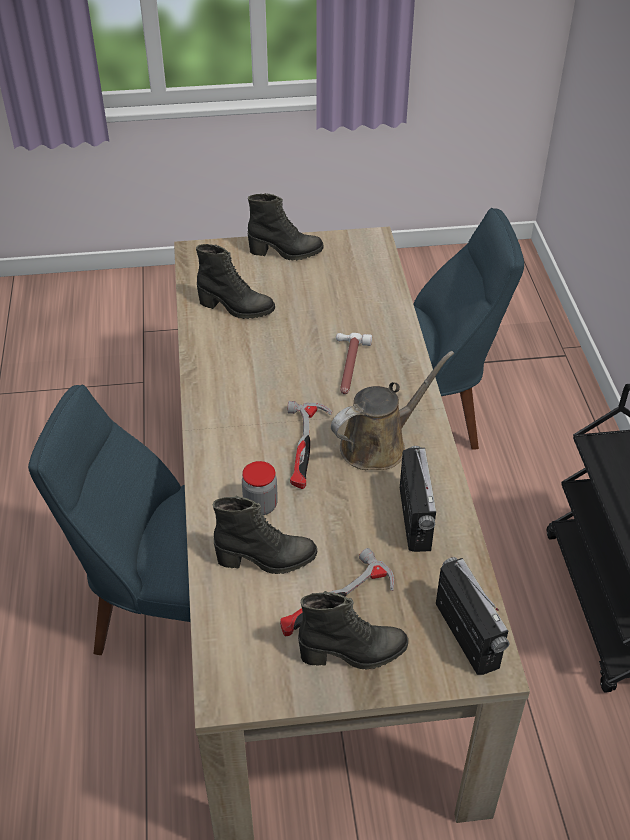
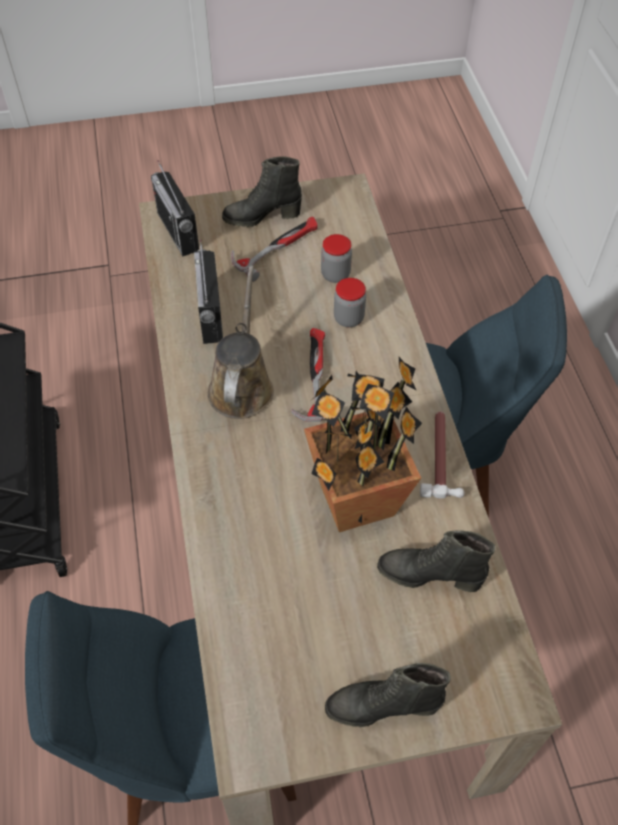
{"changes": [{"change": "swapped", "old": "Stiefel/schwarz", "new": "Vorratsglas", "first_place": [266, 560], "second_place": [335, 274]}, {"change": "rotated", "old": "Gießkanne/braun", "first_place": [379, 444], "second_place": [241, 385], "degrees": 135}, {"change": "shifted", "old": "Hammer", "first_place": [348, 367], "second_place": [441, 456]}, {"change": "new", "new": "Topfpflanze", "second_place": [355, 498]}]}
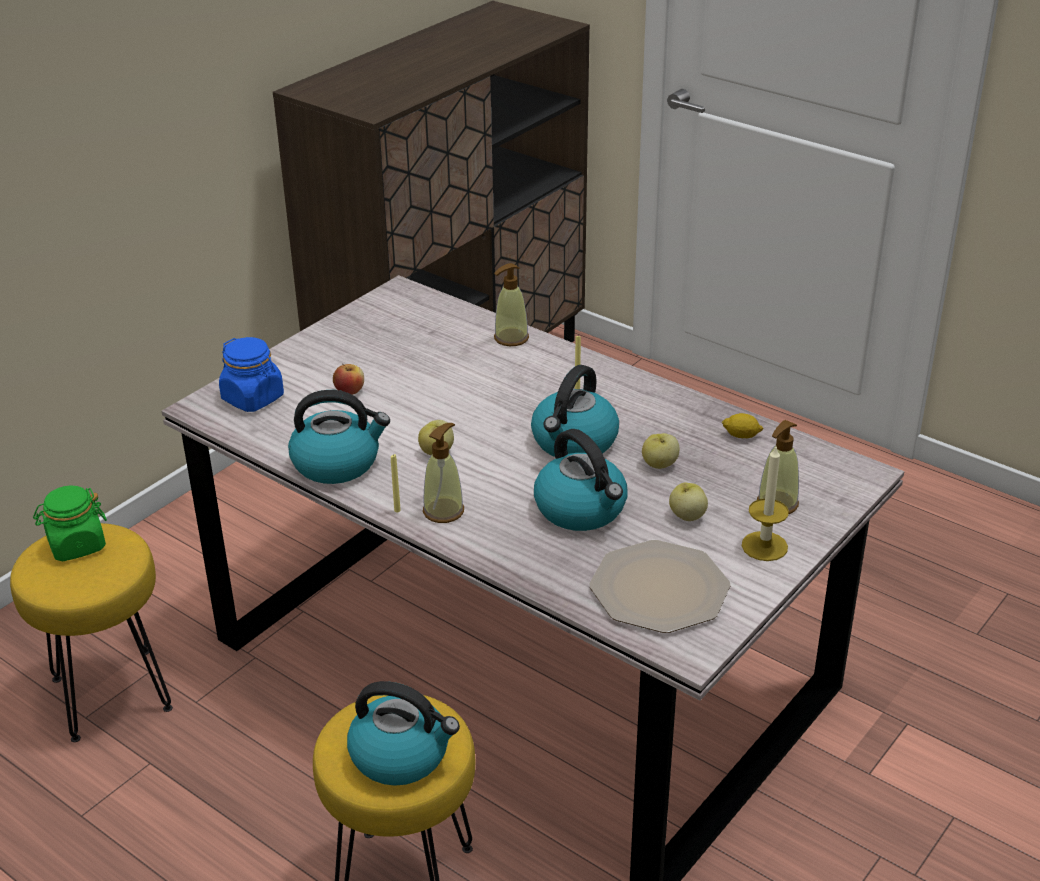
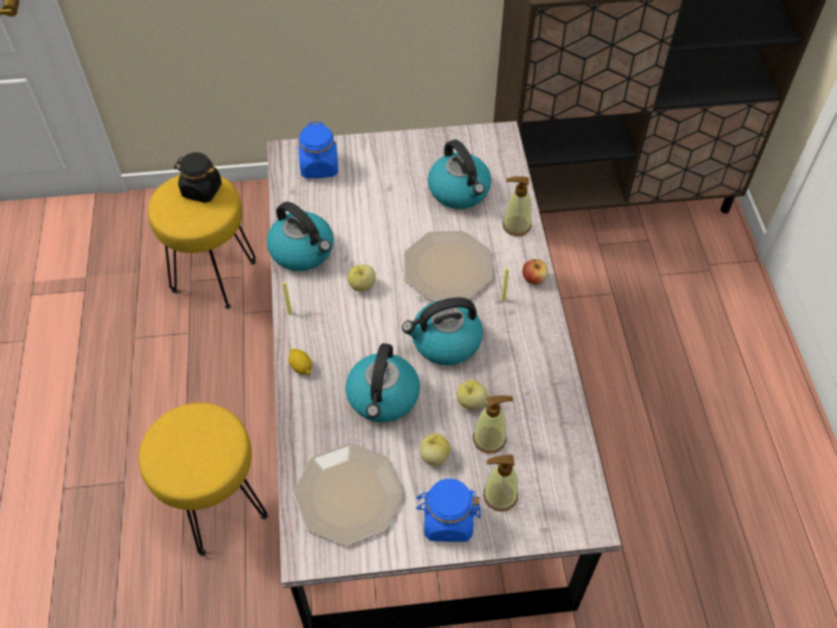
{"changes": [{"change": "repainted", "old": "Vorratsglas/grün", "new": "Vorratsglas/schwarz", "first_place": [76, 545], "second_place": [201, 190]}, {"change": "shifted", "old": "Apfel", "first_place": [349, 391], "second_place": [534, 279]}, {"change": "shifted", "old": "Wasserkessel", "first_place": [401, 755], "second_place": [460, 191]}, {"change": "shifted", "old": "Seifenspender", "first_place": [443, 511], "second_place": [489, 439]}, {"change": "shifted", "old": "Zitrone", "first_place": [741, 435], "second_place": [301, 367]}, {"change": "swapped", "old": "Kerze", "new": "Vorratsglas/blau", "first_place": [764, 546], "second_place": [447, 520]}, {"change": "new", "new": "Teller", "second_place": [447, 267]}]}
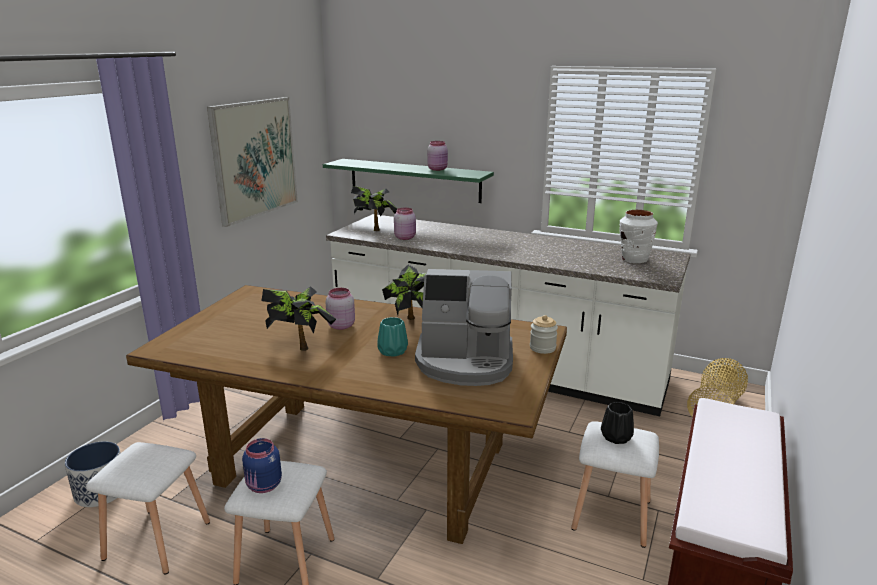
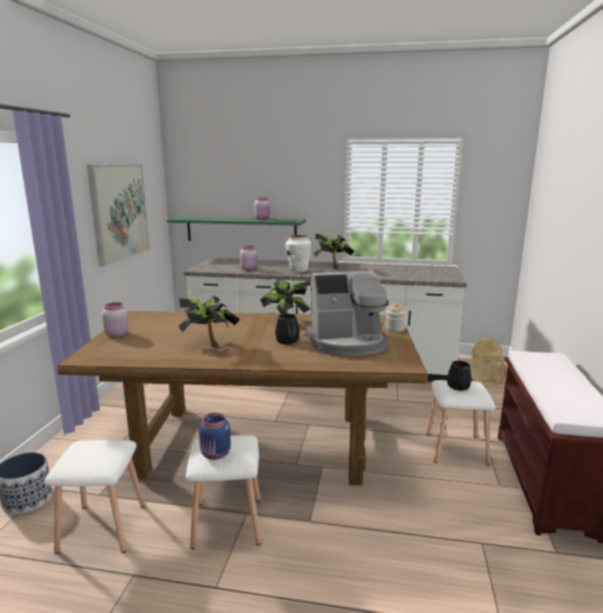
{"changes": [{"change": "shifted", "old": "Vorratsglas/rosa", "first_place": [340, 325], "second_place": [116, 334]}, {"change": "shifted", "old": "Topfpflanze", "first_place": [375, 228], "second_place": [332, 267]}, {"change": "repainted", "old": "Vase/türkis", "new": "Vase/schwarz", "first_place": [392, 351], "second_place": [287, 341]}, {"change": "shifted", "old": "Vase/weiß", "first_place": [634, 260], "second_place": [298, 270]}]}
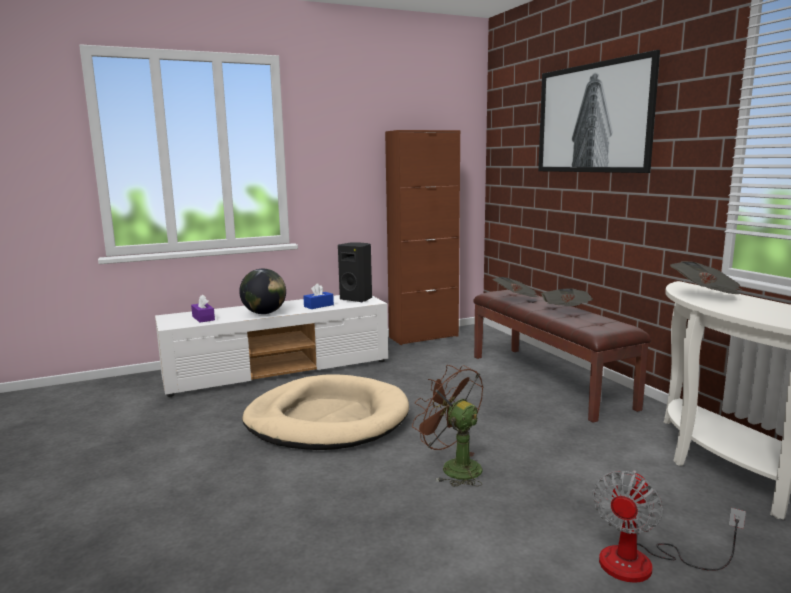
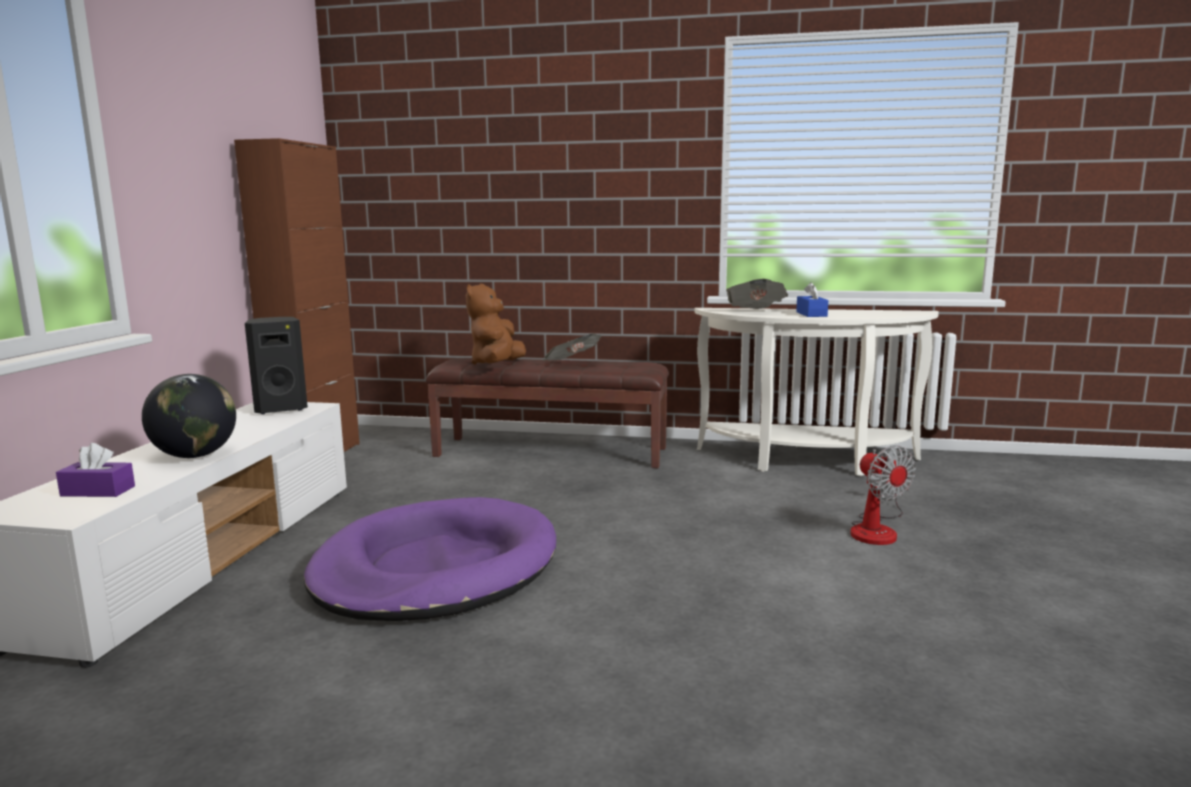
{"changes": [{"change": "repainted", "old": "Hundebett/beige", "new": "Hundebett/lila", "first_place": [327, 419], "second_place": [436, 568]}, {"change": "shifted", "old": "Taschentuchbox/blau", "first_place": [318, 306], "second_place": [811, 314]}, {"change": "gone", "old": "Ventilator/braun", "first_place": [453, 467]}, {"change": "swapped", "old": "Zeitung", "new": "Plüschtier/braun", "first_place": [517, 300], "second_place": [497, 365]}, {"change": "gone", "old": "Bild", "first_place": [594, 118]}]}
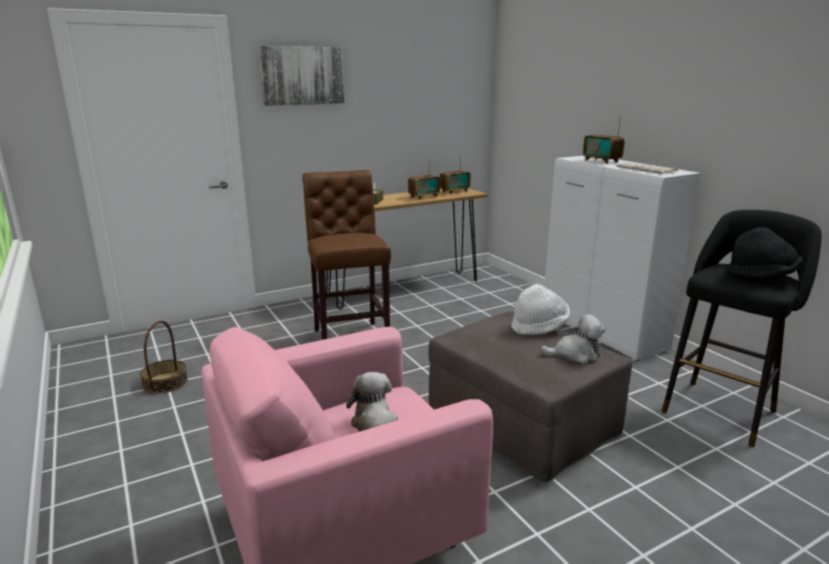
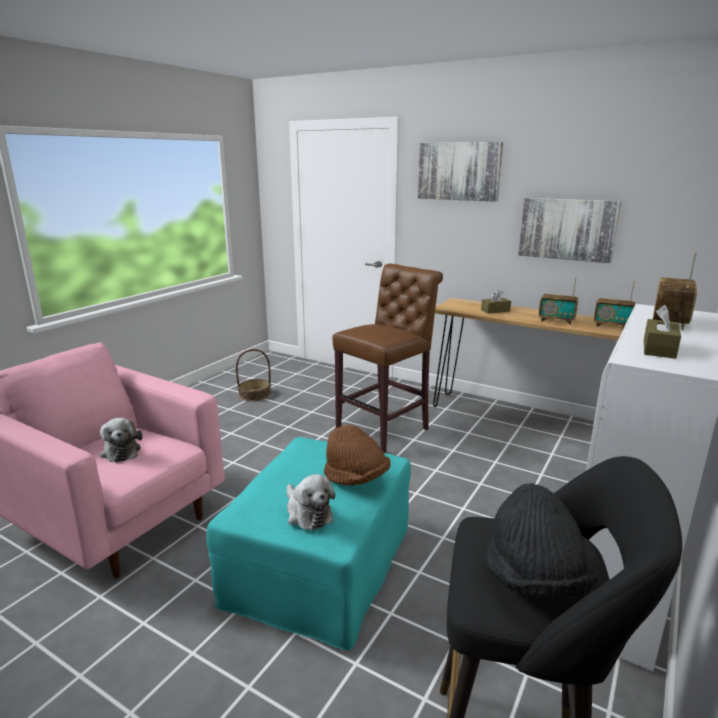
{"changes": [{"change": "rotated", "old": "Plüschtier", "first_place": [374, 425], "second_place": [121, 451], "degrees": 105}, {"change": "repainted", "old": "Polsterhocker/grau", "new": "Polsterhocker/türkis", "first_place": [520, 423], "second_place": [319, 566]}, {"change": "repainted", "old": "Hut/weiß", "new": "Hut/braun", "first_place": [539, 327], "second_place": [356, 478]}, {"change": "swapped", "old": "Zeitung", "new": "Taschentuchbox/braun", "first_place": [647, 169], "second_place": [659, 348]}, {"change": "new", "new": "Bild", "second_place": [567, 229]}]}
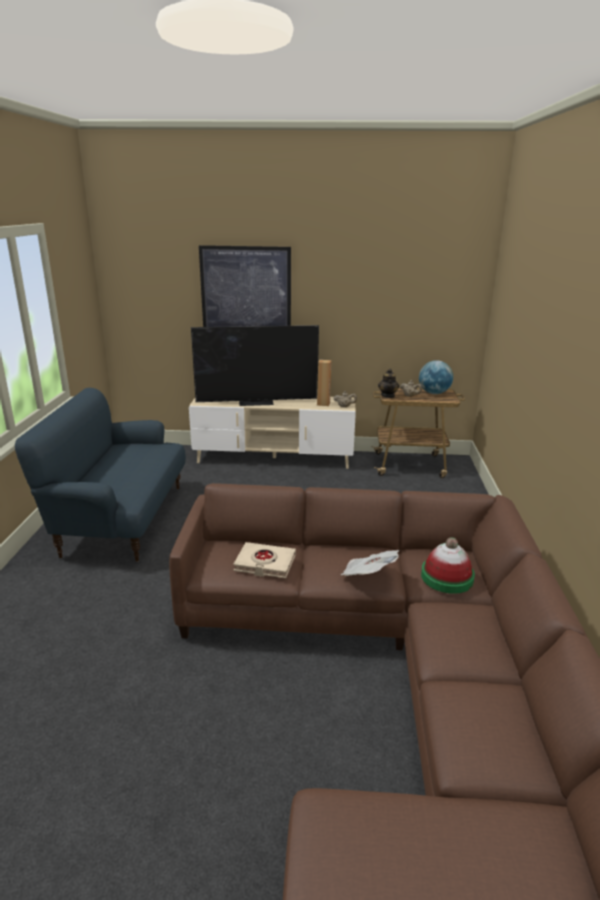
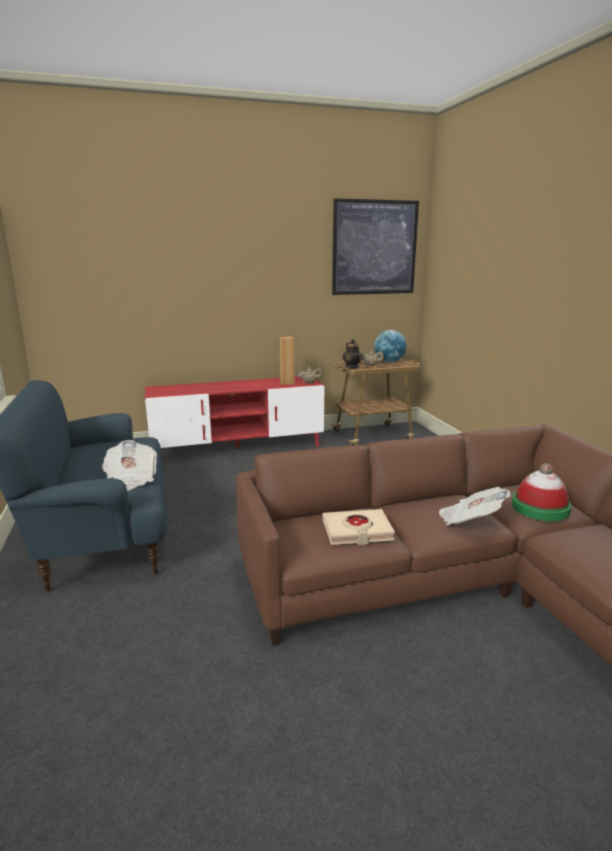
{"changes": [{"change": "repainted", "old": "Fernsehschrank/beige", "new": "Fernsehschrank/rot", "first_place": [274, 458], "second_place": [238, 447]}, {"change": "gone", "old": "Fernseher", "first_place": [257, 402]}, {"change": "shifted", "old": "Bild", "first_place": [246, 293], "second_place": [374, 248]}, {"change": "new", "new": "Zeitung", "second_place": [131, 479]}]}
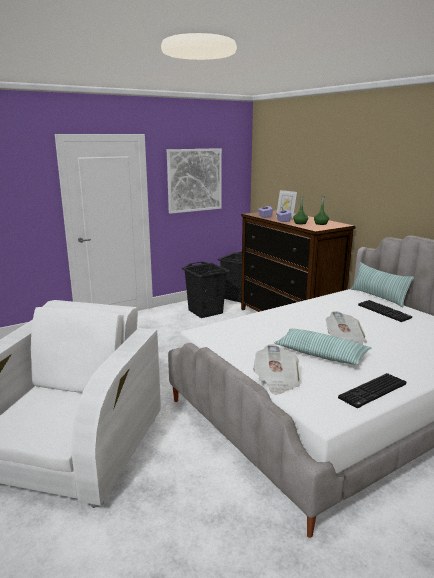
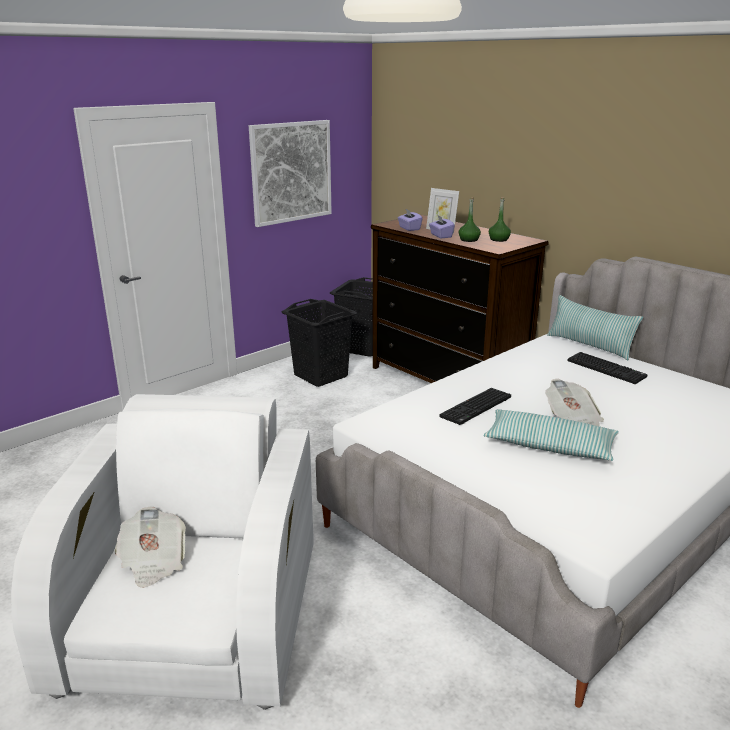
{"changes": [{"change": "shifted", "old": "Zeitung", "first_place": [276, 381], "second_place": [153, 562]}, {"change": "shifted", "old": "Tastatur", "first_place": [373, 392], "second_place": [476, 408]}]}
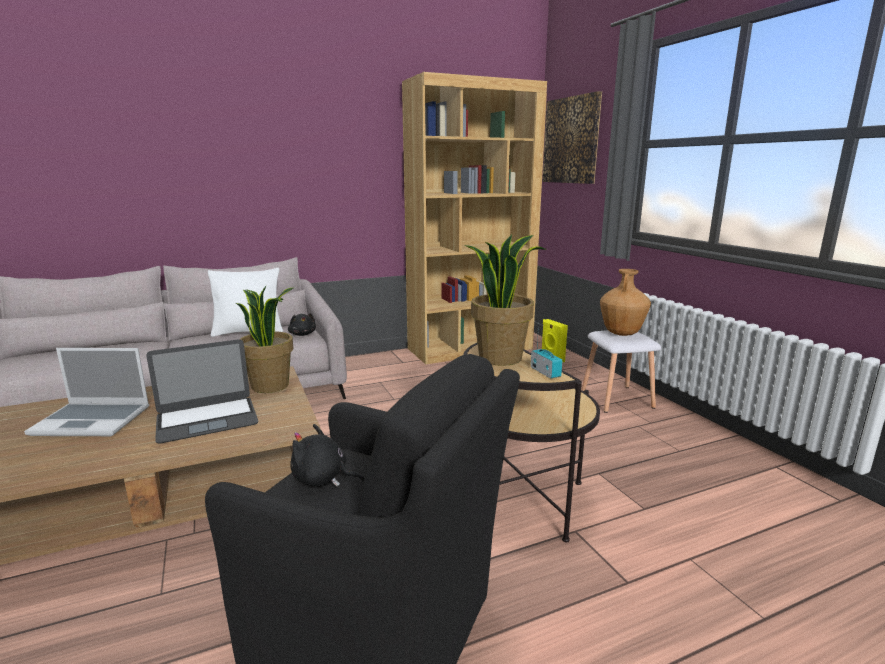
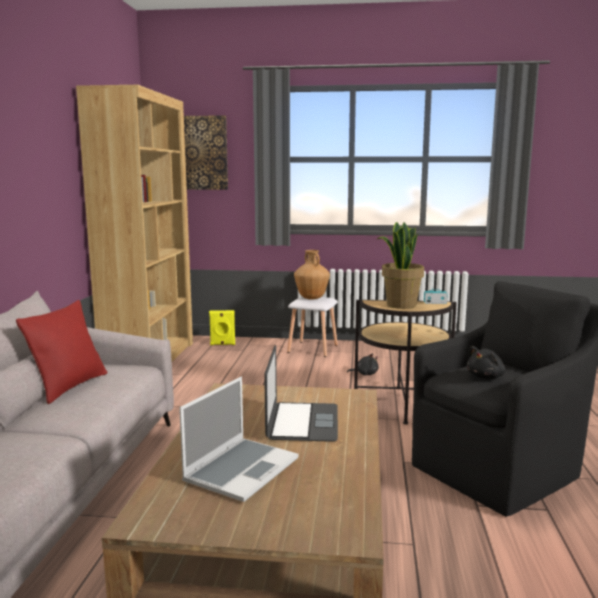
{"changes": [{"change": "repainted", "old": "Kissen/weiß", "new": "Kissen/rot", "first_place": [248, 332], "second_place": [69, 386]}, {"change": "gone", "old": "Topfpflanze", "first_place": [271, 385]}, {"change": "shifted", "old": "Plüschtier/schwarz", "first_place": [302, 334], "second_place": [365, 374]}]}
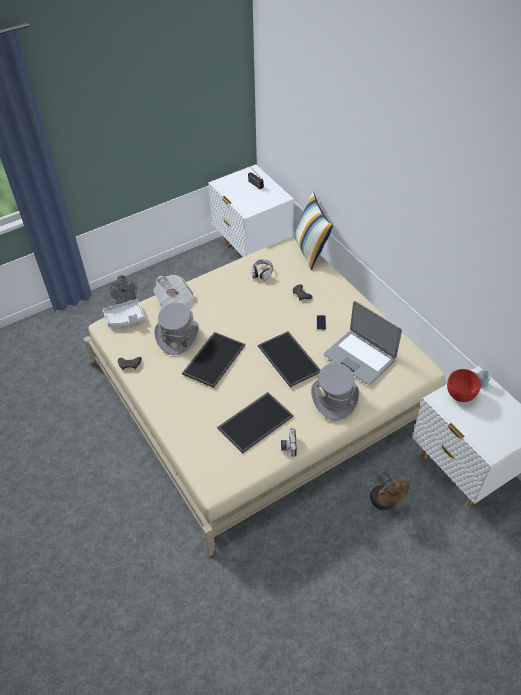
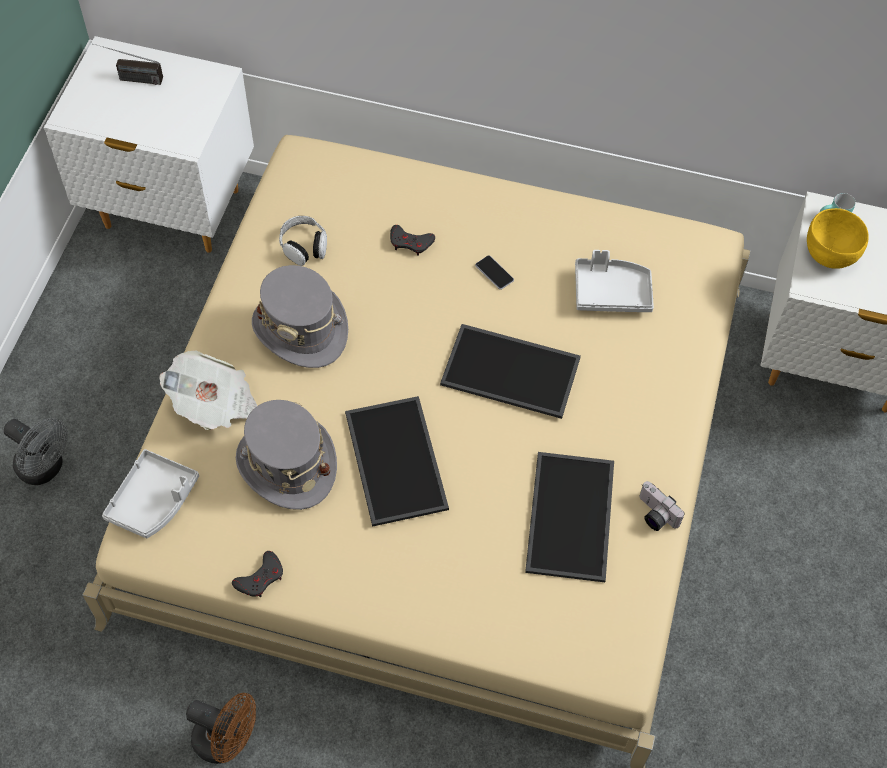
{"changes": [{"change": "gone", "old": "Kissen", "first_place": [311, 250]}, {"change": "shifted", "old": "Hut/grau", "first_place": [334, 398], "second_place": [301, 329]}, {"change": "swapped", "old": "Laptop", "new": "Tablett/grau", "first_place": [359, 357], "second_place": [611, 292]}, {"change": "shifted", "old": "Ventilator/braun", "first_place": [385, 502], "second_place": [227, 741]}, {"change": "repainted", "old": "Schüssel/rot", "new": "Schüssel/gelb", "first_place": [460, 395], "second_place": [829, 256]}]}
